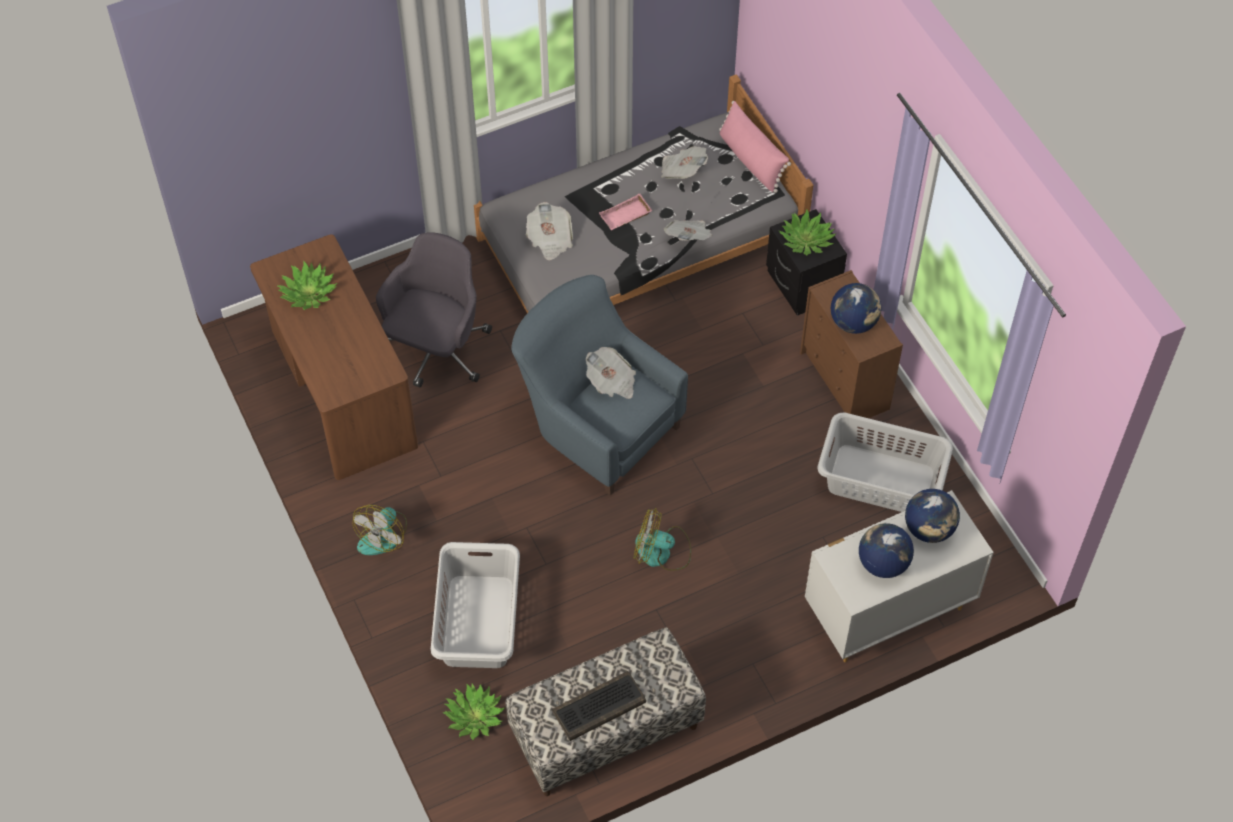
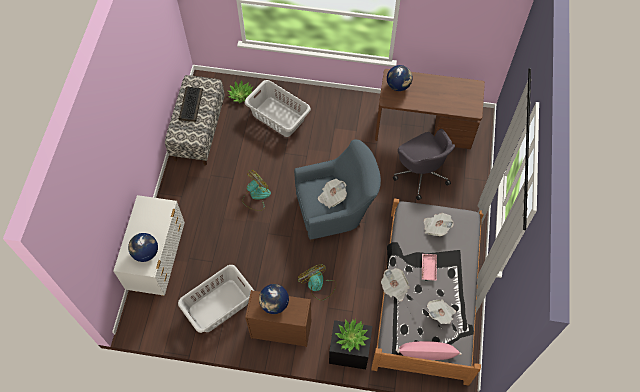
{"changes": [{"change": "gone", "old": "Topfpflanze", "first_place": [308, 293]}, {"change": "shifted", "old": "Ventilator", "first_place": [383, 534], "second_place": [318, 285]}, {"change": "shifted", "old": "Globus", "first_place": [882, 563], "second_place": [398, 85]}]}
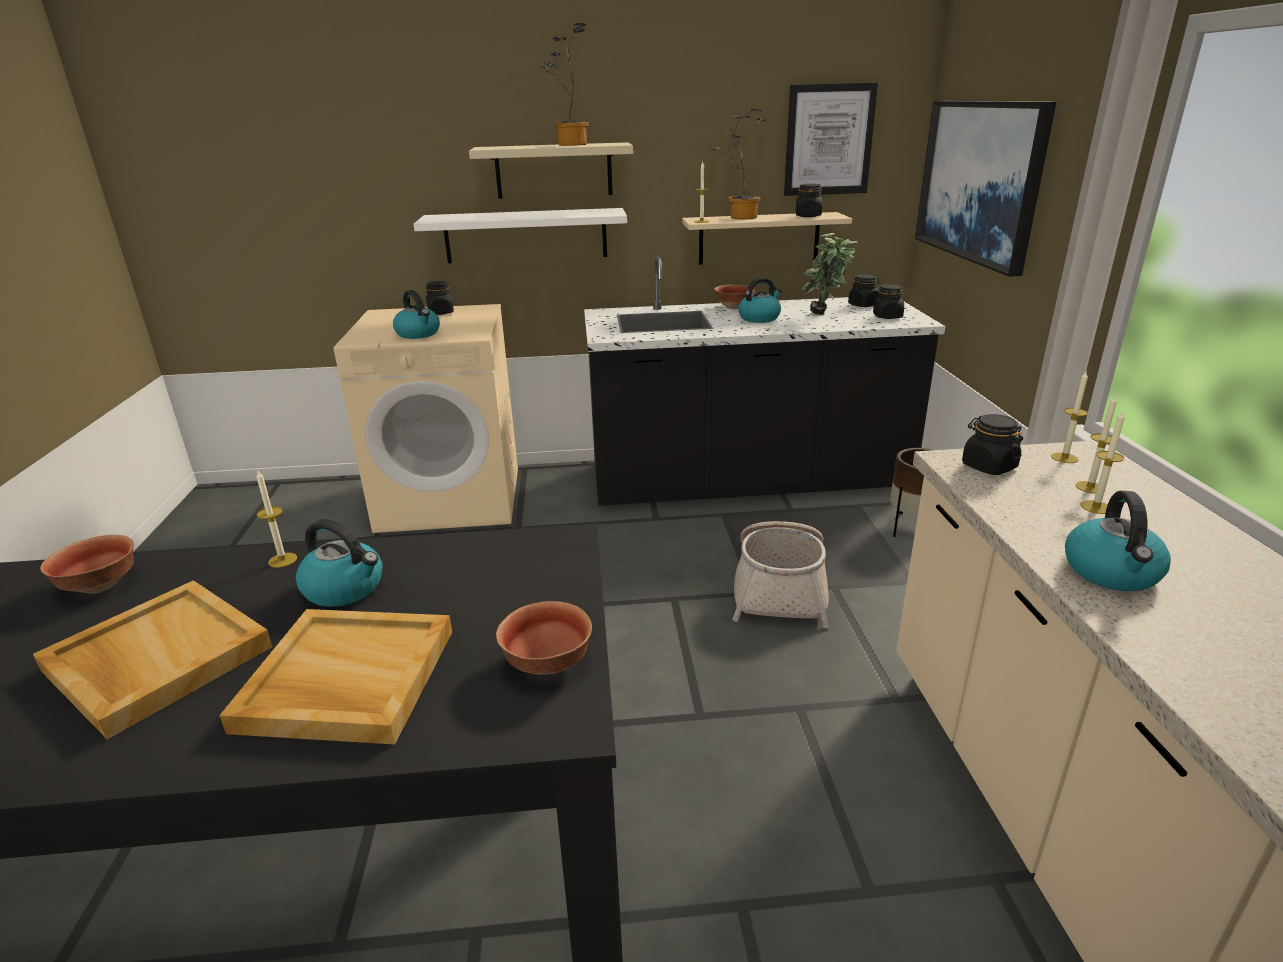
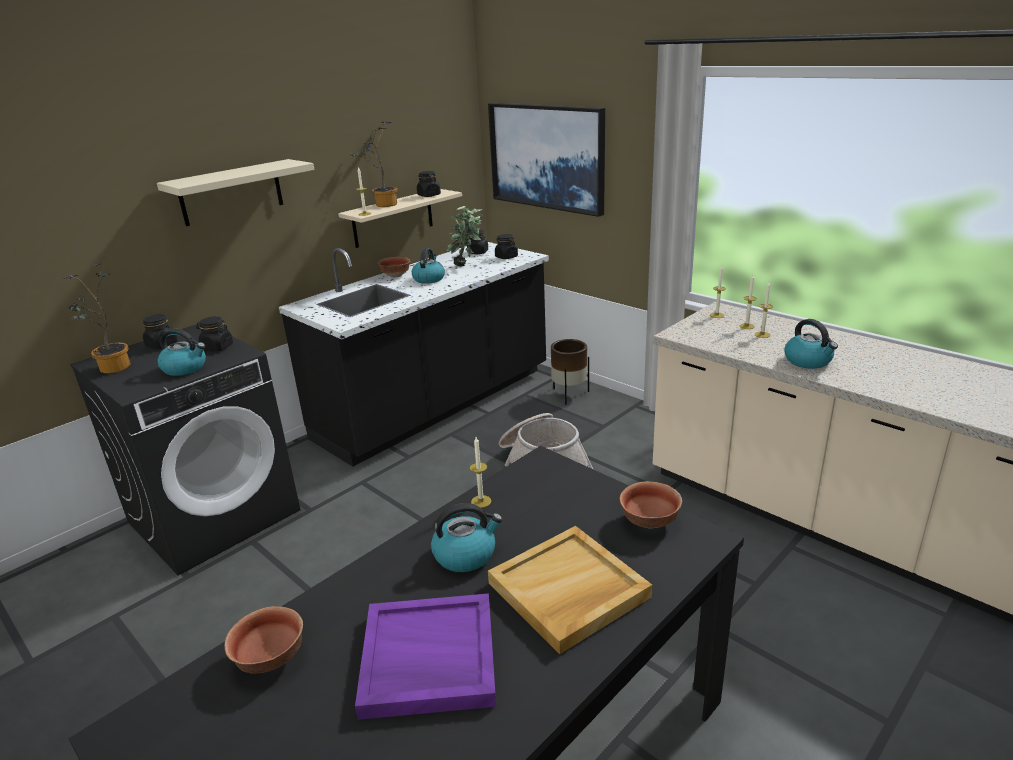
{"changes": [{"change": "repainted", "old": "Tablett/beige", "new": "Tablett/lila", "first_place": [156, 659], "second_place": [427, 659]}, {"change": "shifted", "old": "Kerze", "first_place": [282, 560], "second_place": [481, 501]}, {"change": "repainted", "old": "Waschmaschine/beige", "new": "Waschmaschine/schwarz", "first_place": [452, 498], "second_place": [215, 515]}, {"change": "gone", "old": "Wandregal/weiß", "first_place": [526, 235]}, {"change": "shifted", "old": "Topfpflanze", "first_place": [569, 145], "second_place": [112, 369]}, {"change": "gone", "old": "Bild", "first_place": [829, 140]}, {"change": "shifted", "old": "Vorratsglas/schwarz", "first_place": [988, 466], "second_place": [217, 347]}]}
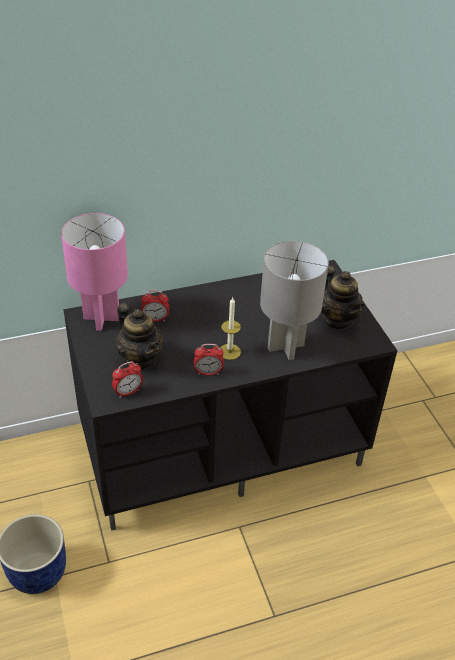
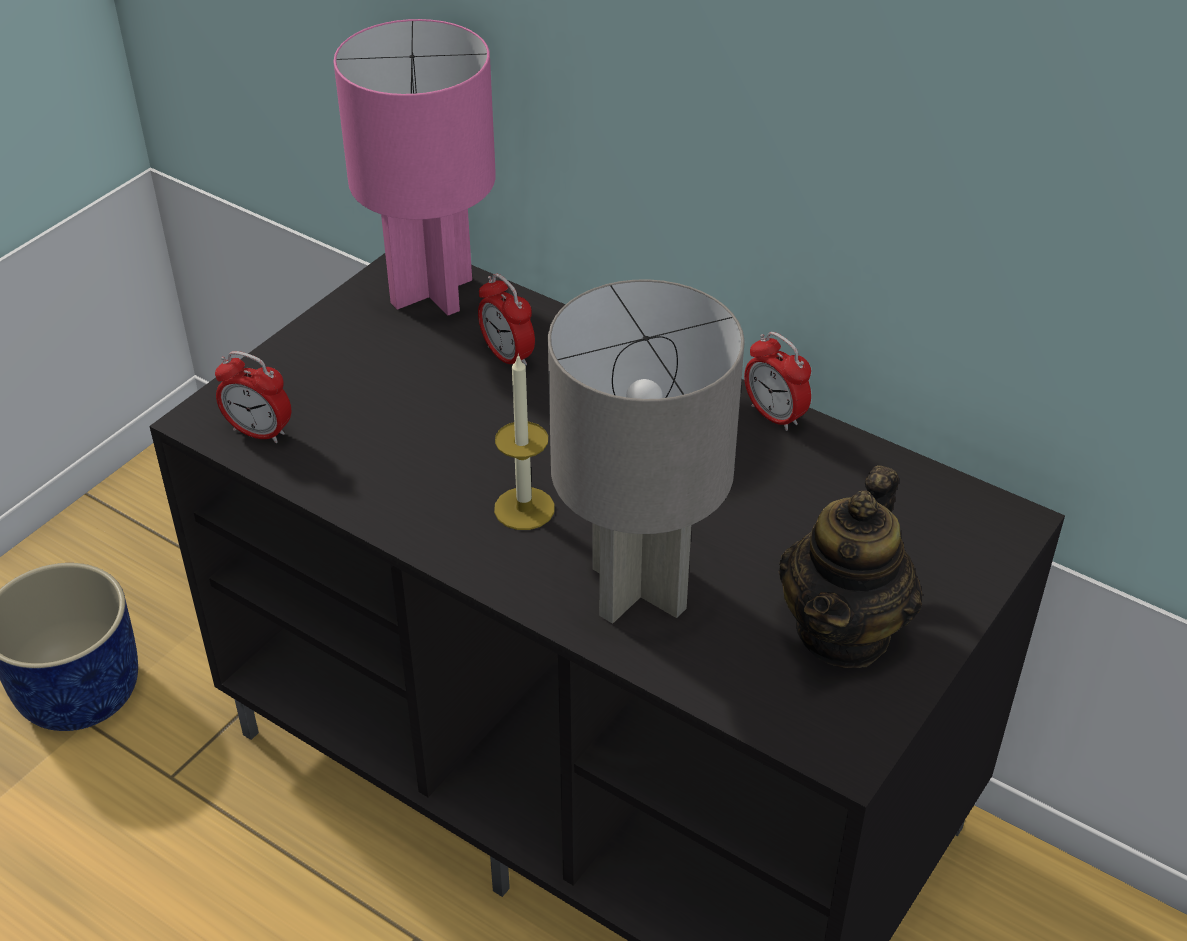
{"changes": [{"change": "gone", "old": "Teekanne", "first_place": [140, 359]}, {"change": "shifted", "old": "Wecker", "first_place": [208, 372], "second_place": [774, 416]}]}
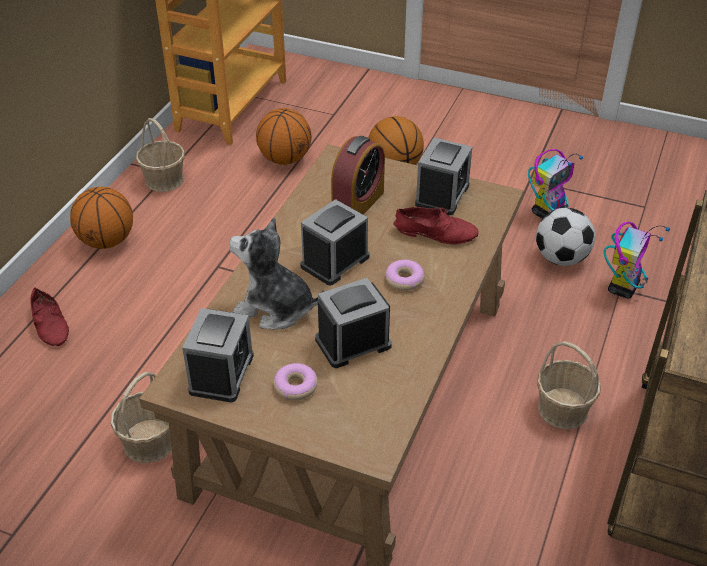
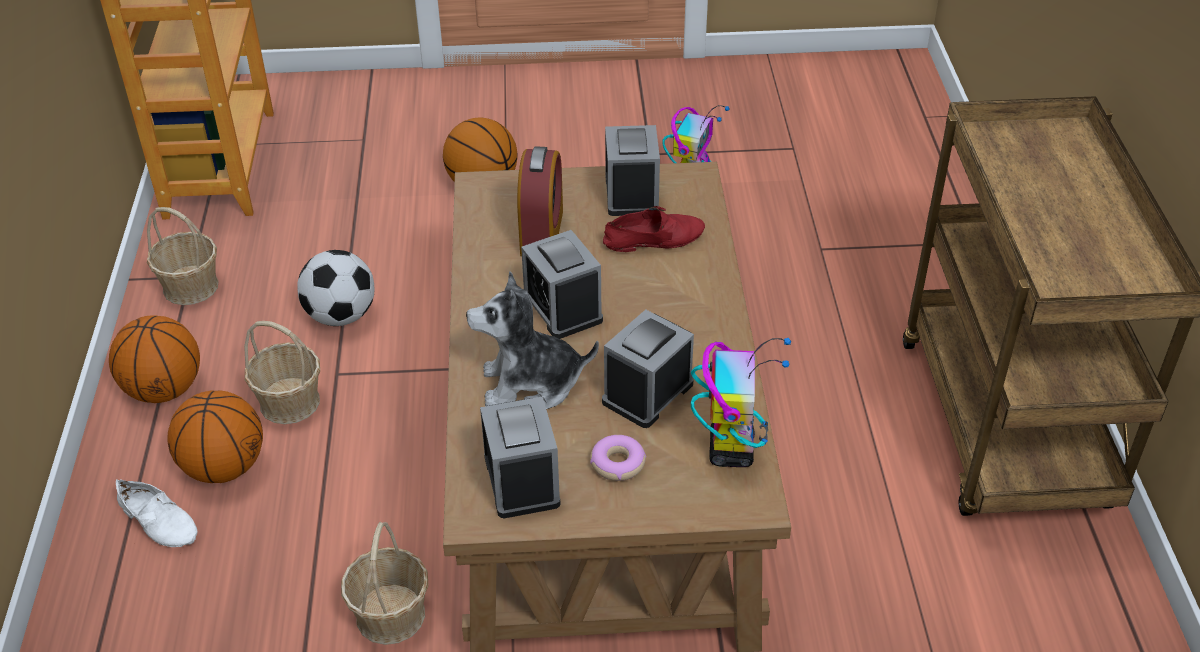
{"changes": [{"change": "repainted", "old": "Schuh/rot", "new": "Schuh/weiß", "first_place": [52, 324], "second_place": [160, 520]}, {"change": "shifted", "old": "Basketball", "first_place": [285, 159], "second_place": [224, 468]}, {"change": "rotated", "old": "Wecker", "first_place": [335, 261], "second_place": [562, 308], "degrees": -45}, {"change": "gone", "old": "Donut", "first_place": [404, 280]}, {"change": "shifted", "old": "Fußball", "first_place": [561, 258], "second_place": [341, 316]}, {"change": "shifted", "old": "Korb", "first_place": [562, 409], "second_place": [289, 402]}, {"change": "shifted", "old": "Spielzeugroboter", "first_place": [623, 287], "second_place": [730, 448]}]}
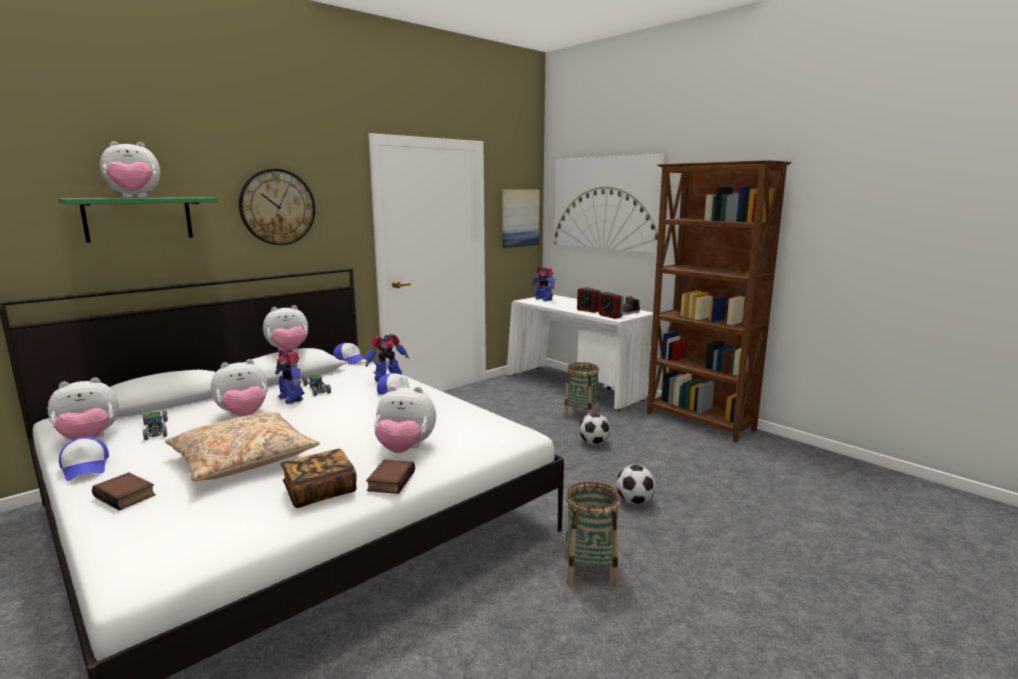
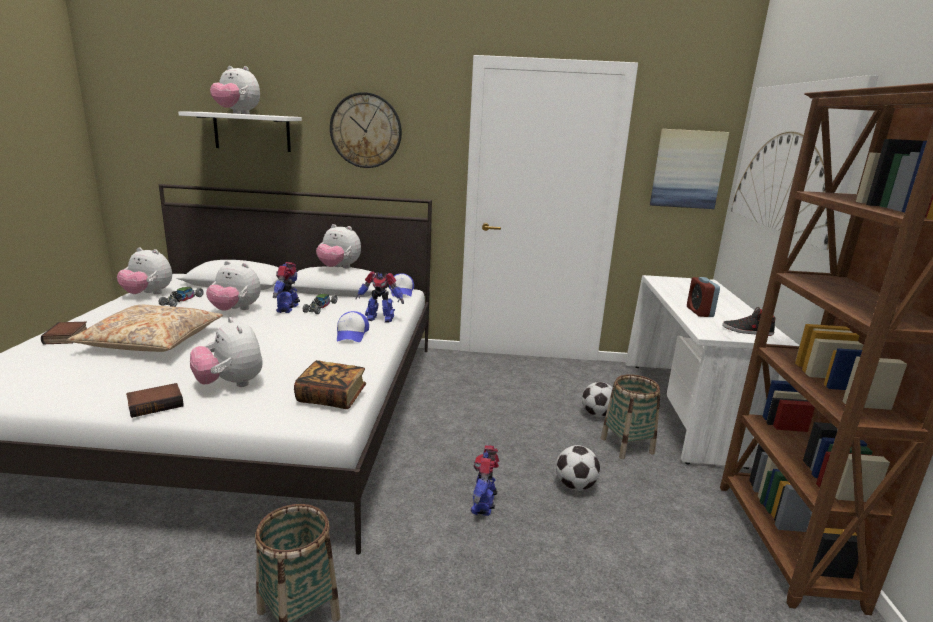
{"changes": [{"change": "repainted", "old": "Wandregal/grün", "new": "Wandregal/weiß", "first_place": [138, 219], "second_place": [252, 132]}, {"change": "gone", "old": "Kappe", "first_place": [85, 467]}, {"change": "shifted", "old": "Buch", "first_place": [320, 492], "second_place": [331, 397]}, {"change": "shifted", "old": "Spielzeugroboter", "first_place": [544, 299], "second_place": [483, 504]}, {"change": "gone", "old": "Wecker", "first_place": [610, 316]}, {"change": "shifted", "old": "Fußball", "first_place": [634, 501], "second_place": [597, 414]}]}
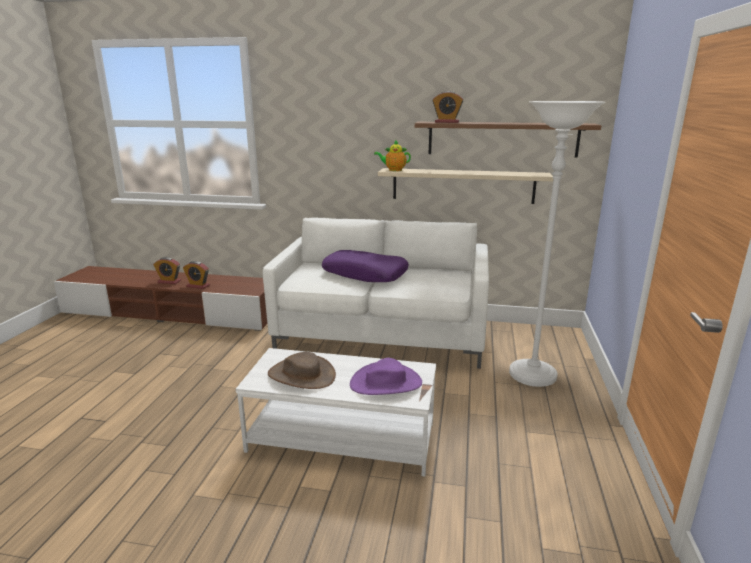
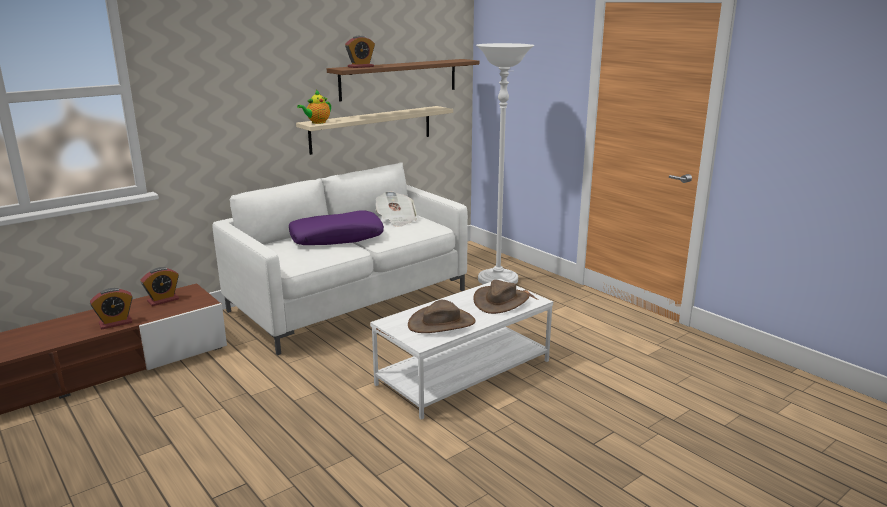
{"changes": [{"change": "shifted", "old": "Wecker", "first_place": [169, 281], "second_place": [163, 300]}, {"change": "repainted", "old": "Hut/lila", "new": "Hut/braun", "first_place": [386, 383], "second_place": [500, 301]}, {"change": "new", "new": "Zeitung", "second_place": [396, 220]}]}
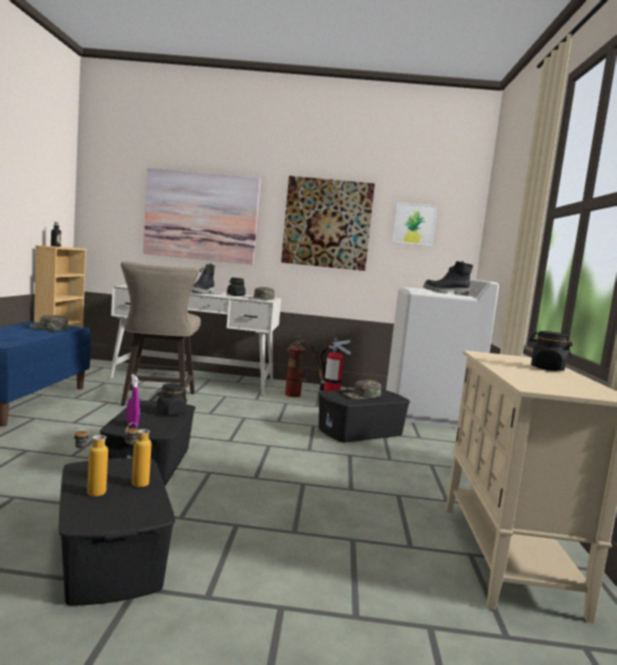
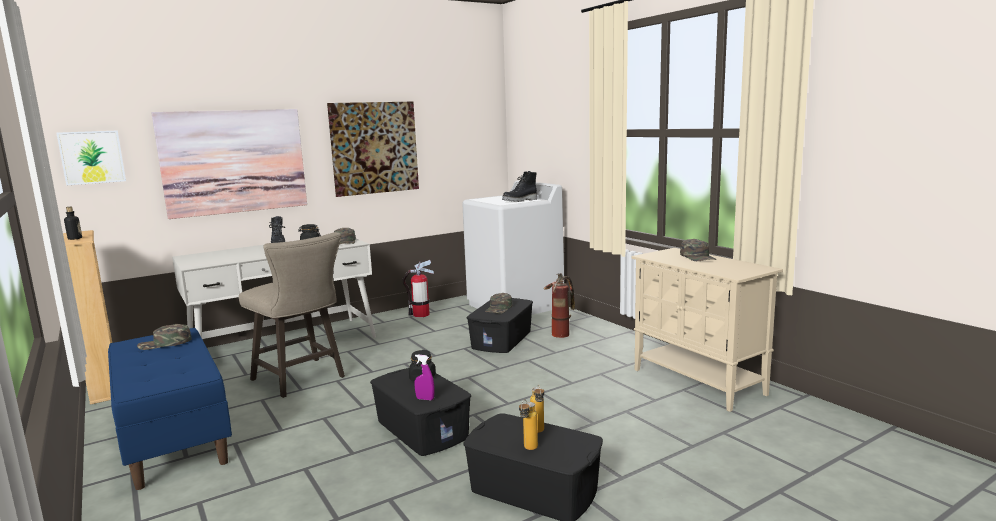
{"changes": [{"change": "shifted", "old": "Feuerlöscher", "first_place": [298, 394], "second_place": [561, 332]}, {"change": "shifted", "old": "Bild", "first_place": [414, 224], "second_place": [92, 157]}, {"change": "swapped", "old": "Vorratsglas/schwarz", "new": "Kappe/grün", "first_place": [547, 368], "second_place": [698, 257]}]}
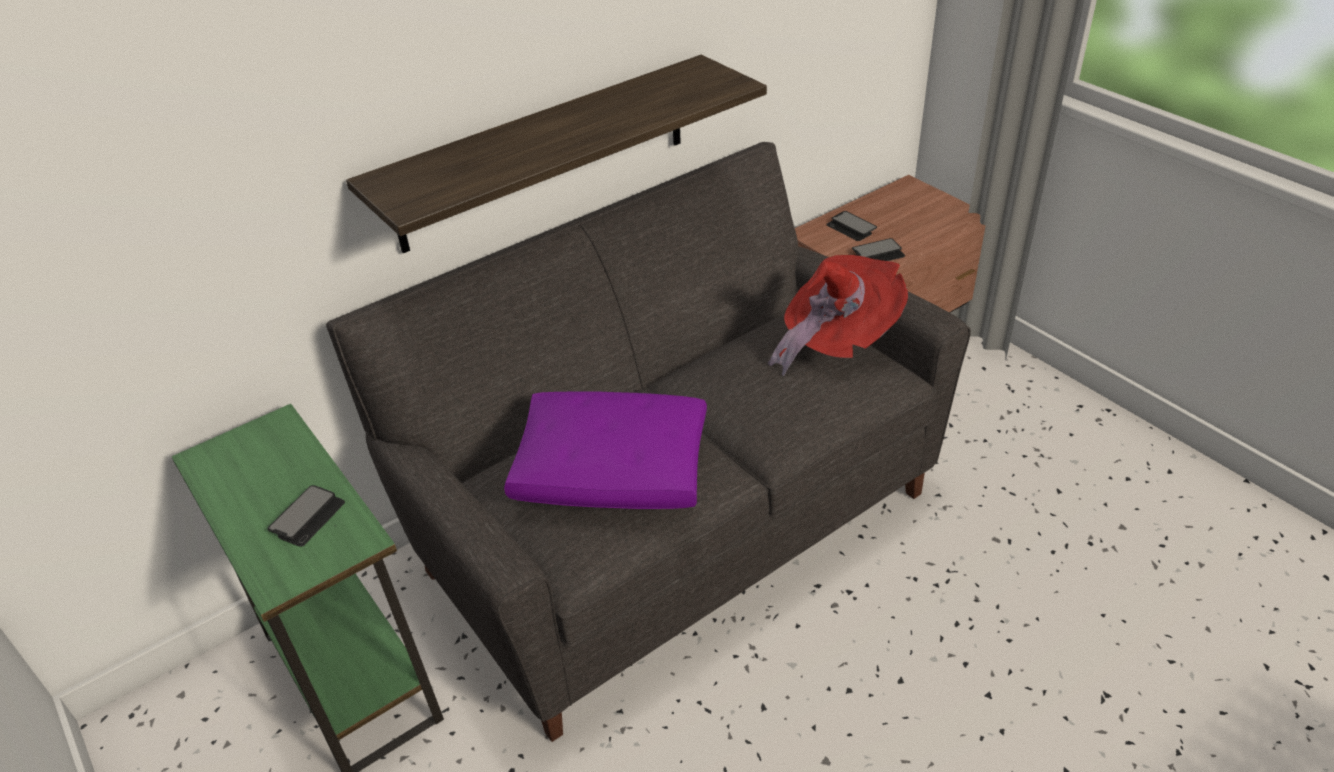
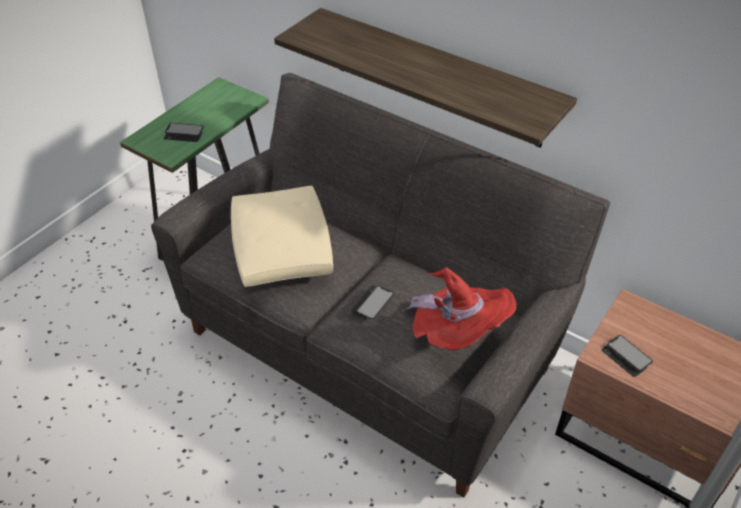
{"changes": [{"change": "repainted", "old": "Kissen/lila", "new": "Kissen/beige", "first_place": [614, 470], "second_place": [282, 249]}, {"change": "shifted", "old": "Handy", "first_place": [851, 227], "second_place": [372, 303]}]}
